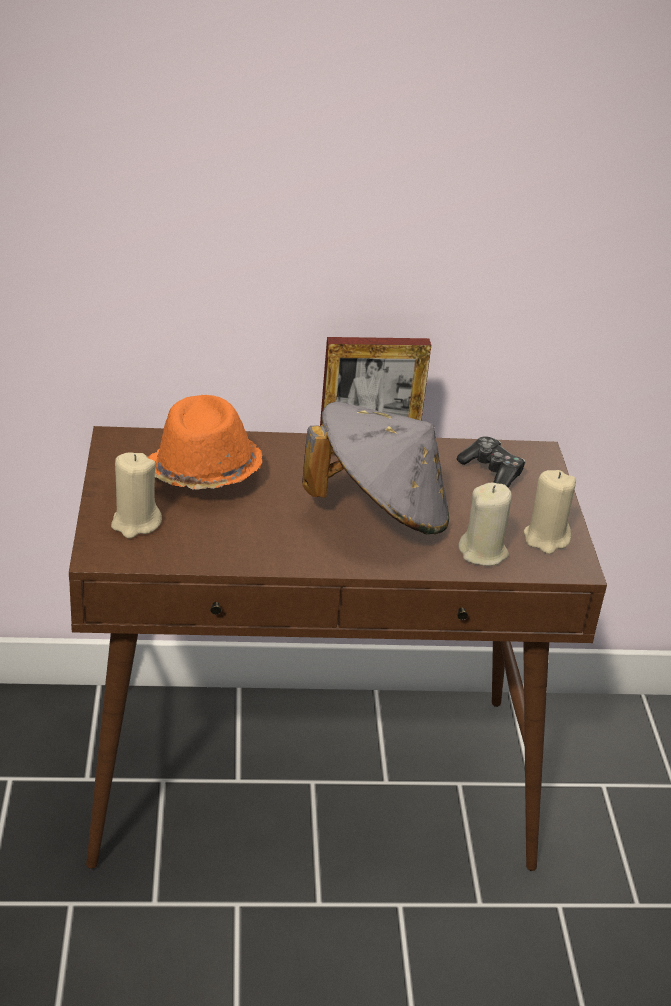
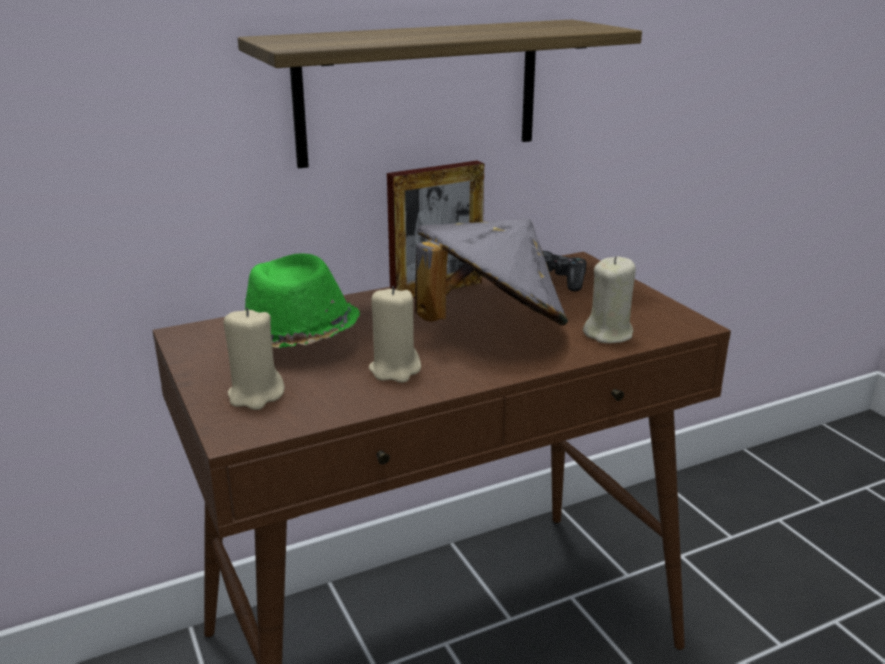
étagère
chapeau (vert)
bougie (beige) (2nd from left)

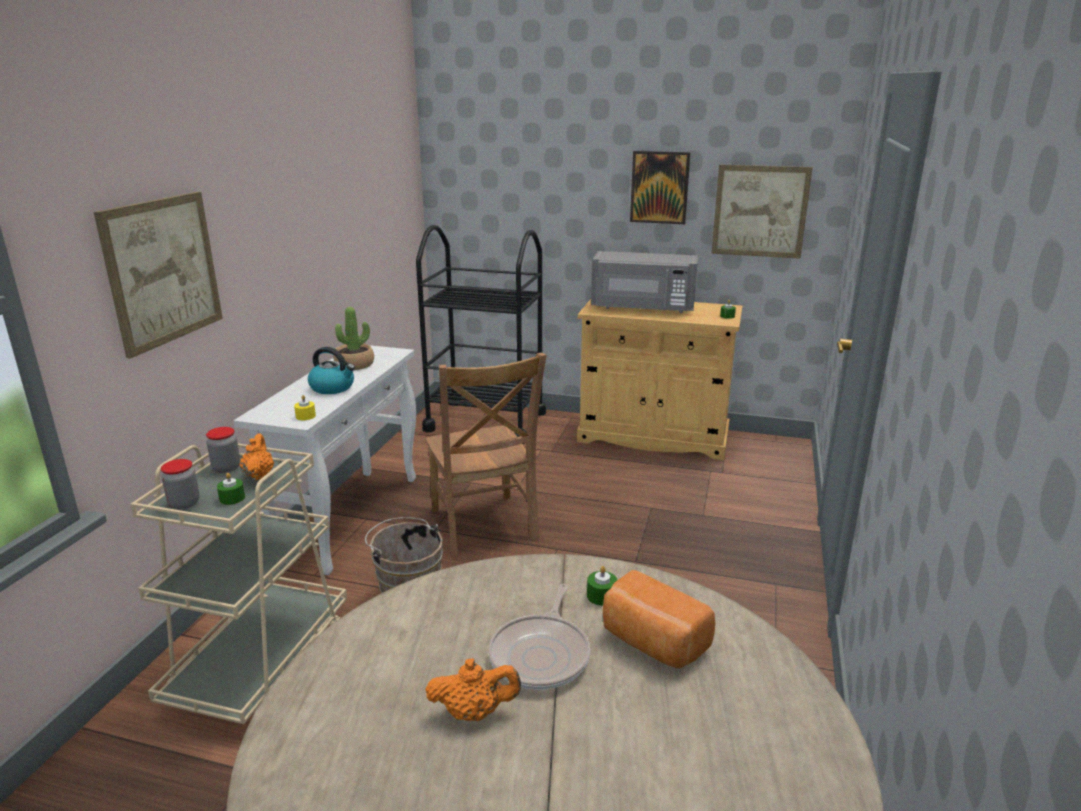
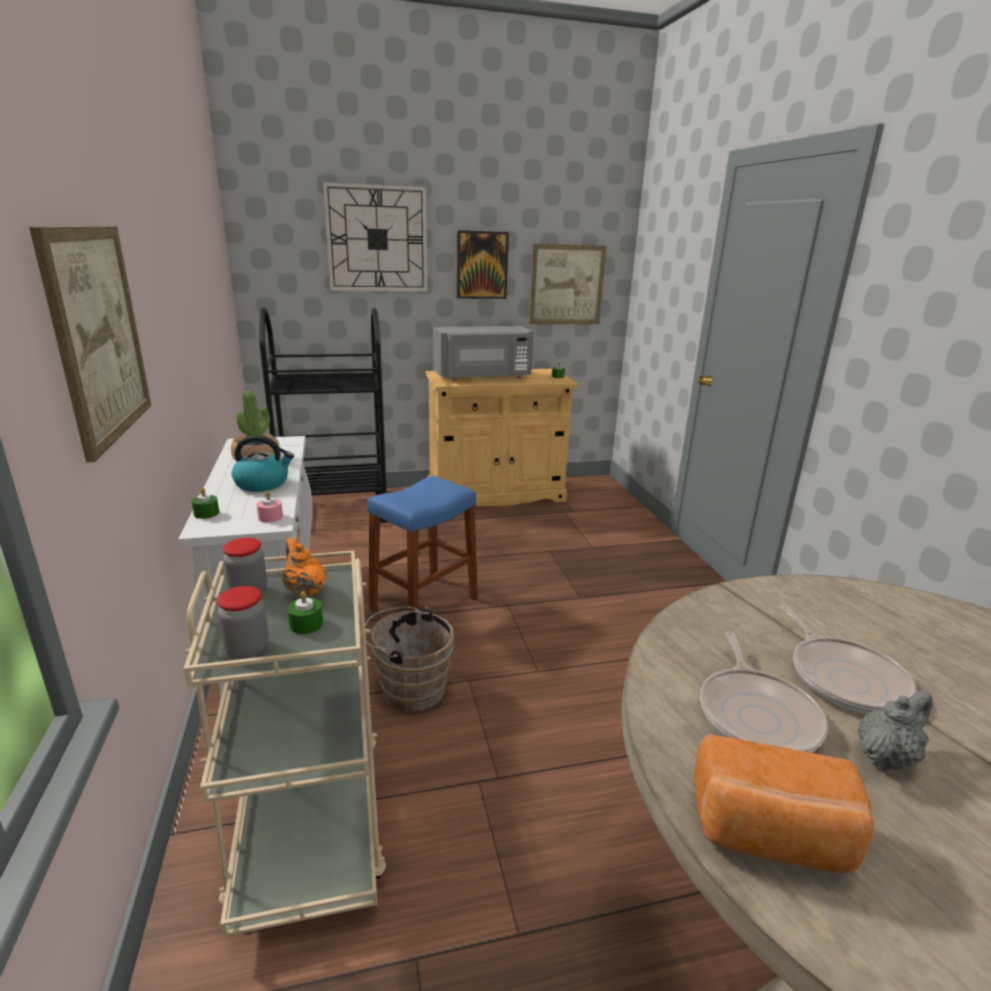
bougie (vert) (1st from left)
bougie (rose)
horloge murale
tabouret (bleu)
pain
poêle (1st from left)
théière (gris)

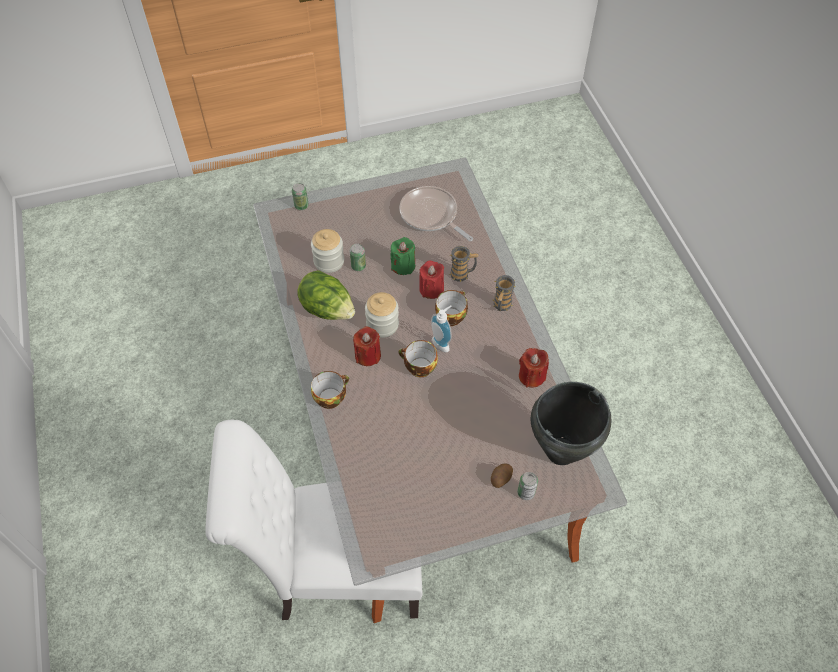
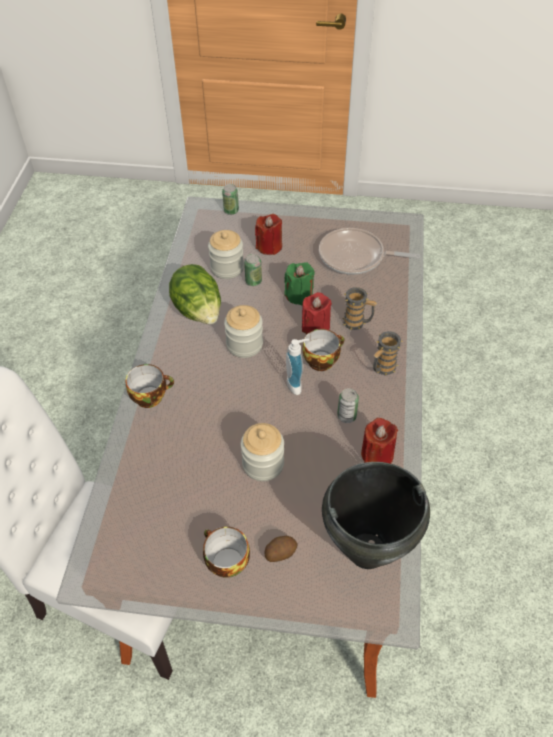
tasse (2nd from left)
bocal (3rd from left)
bougie (rouge) (1st from left)
poêle
boîte métallique (3rd from left)

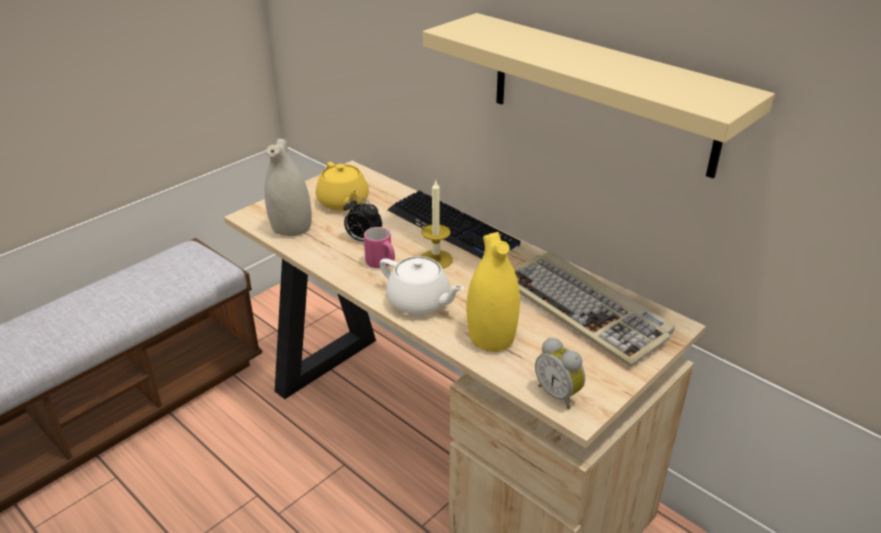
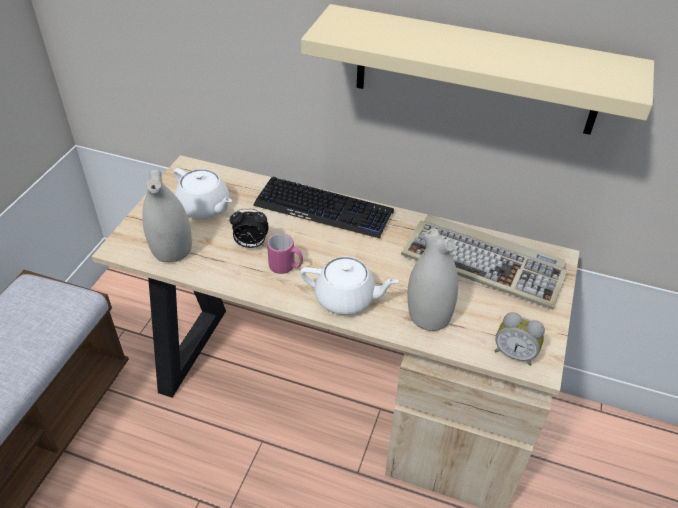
théière (blanc) (1st from left)
vase (blanc) (2nd from left)
bougie

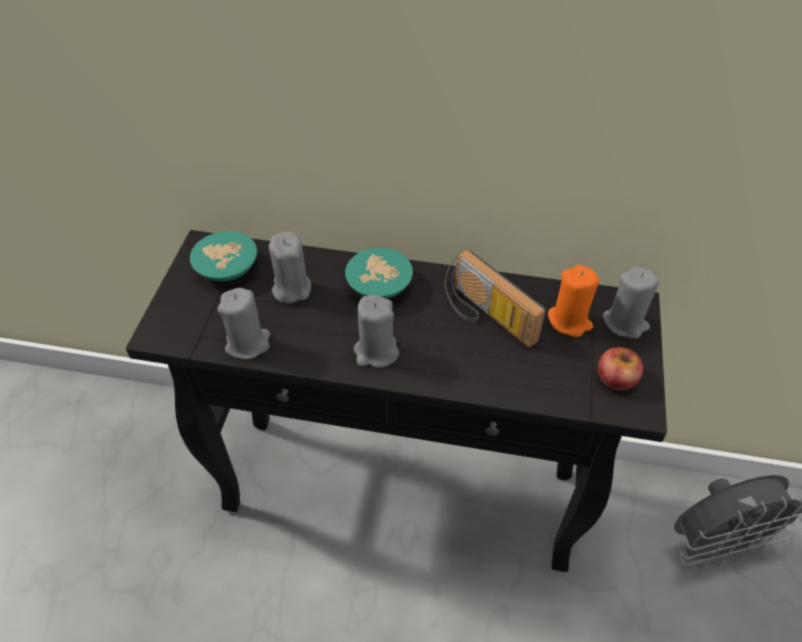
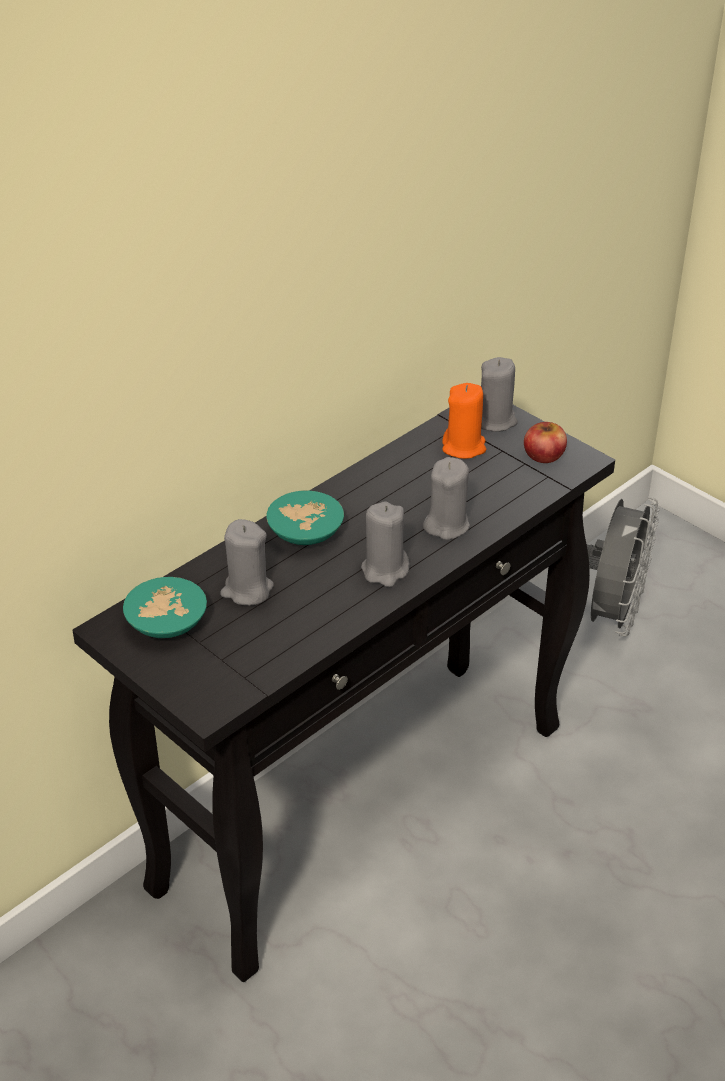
bougie (gris) (3rd from left)
radio

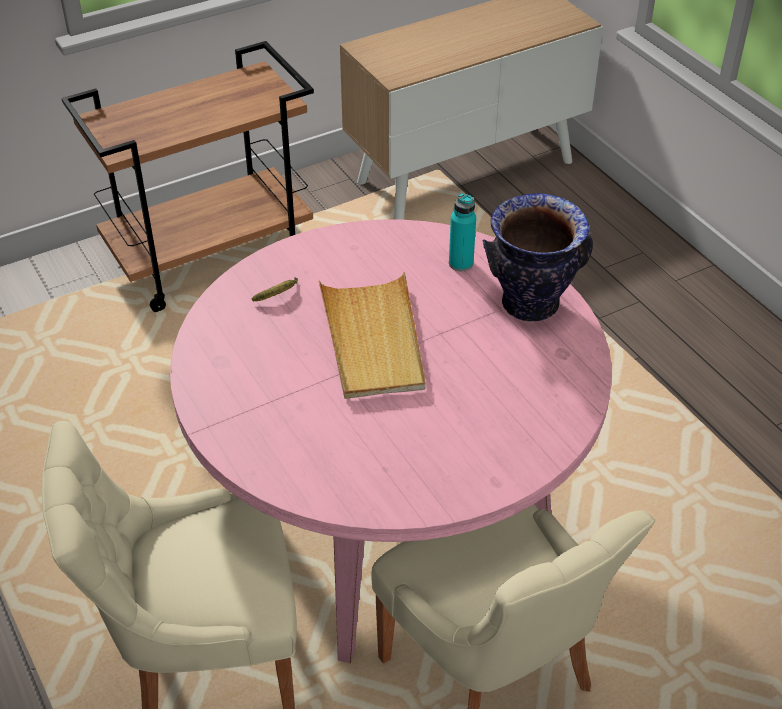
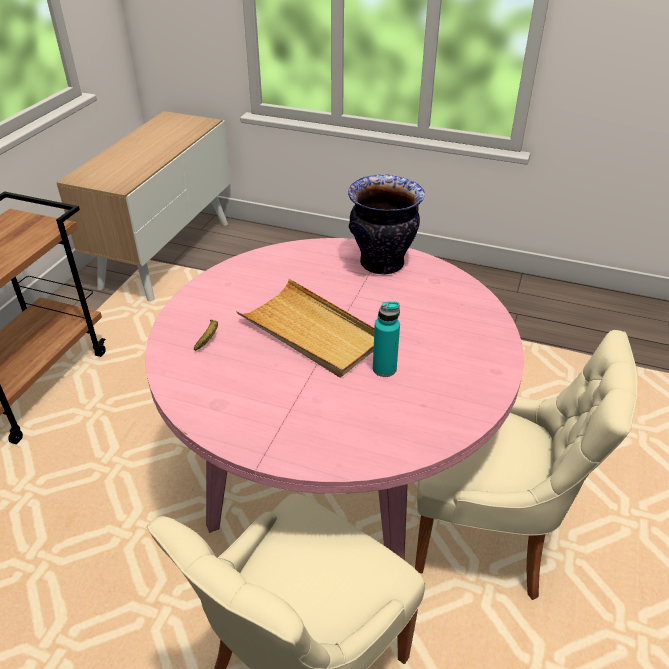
bouteille (turquoise)

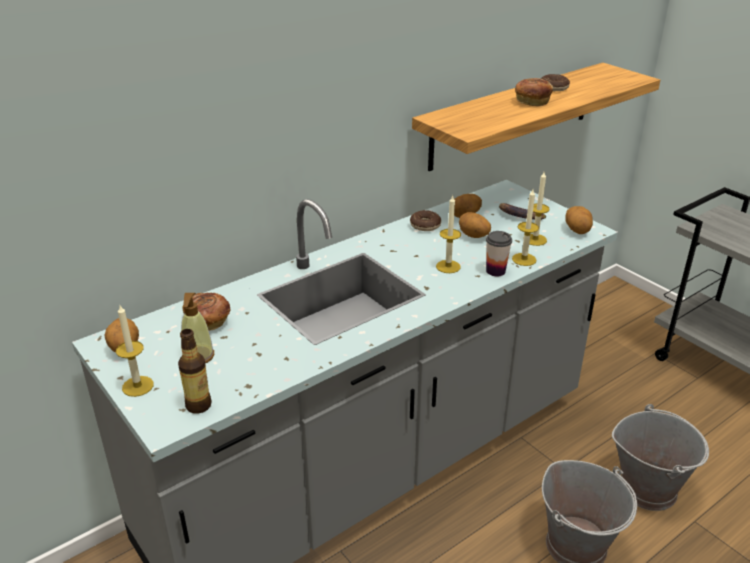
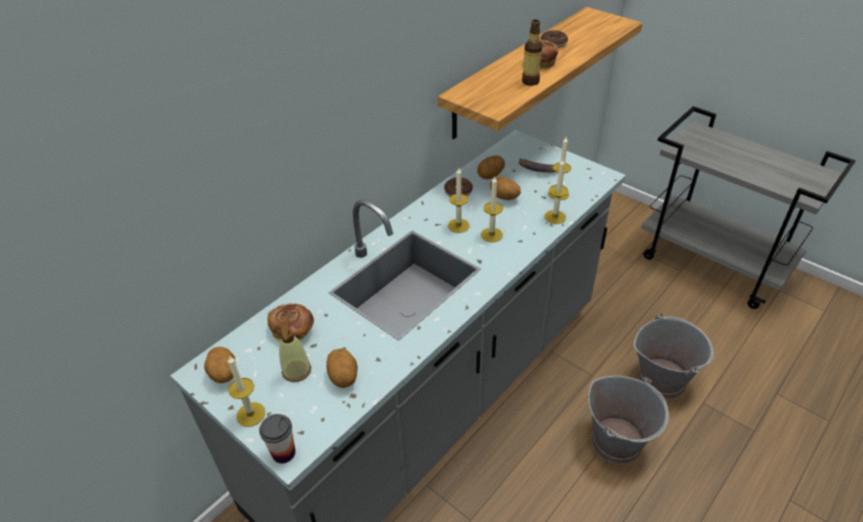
tasse
pomme de terre (2nd from left)
bougie (2nd from left)
bouteille

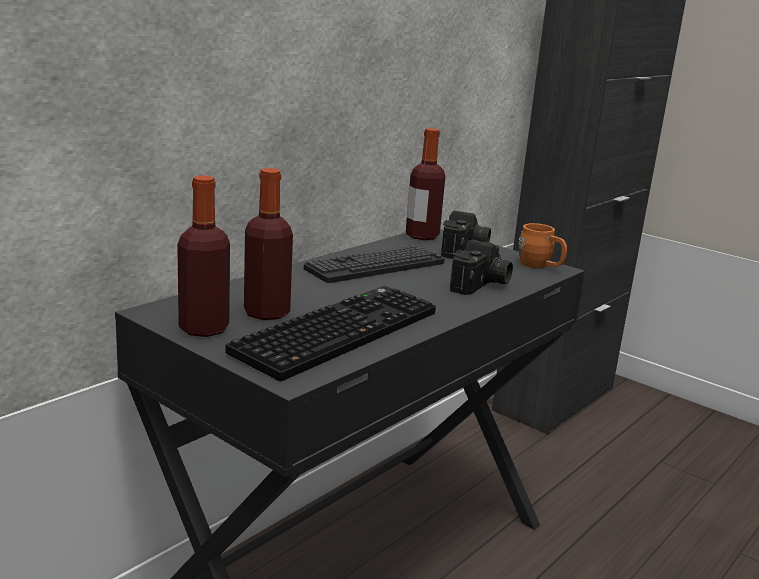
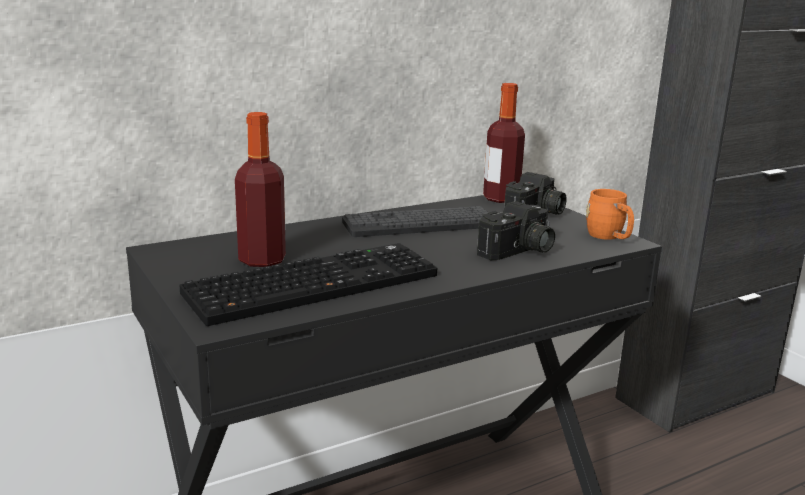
bouteille (1st from left in the first image)

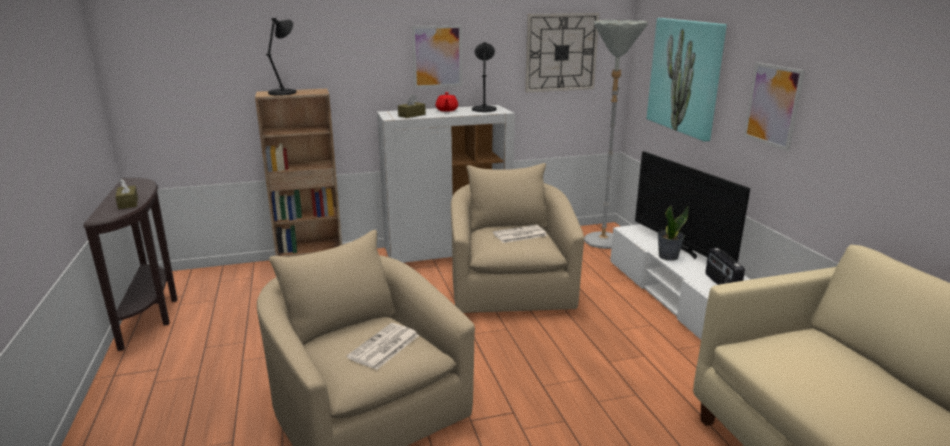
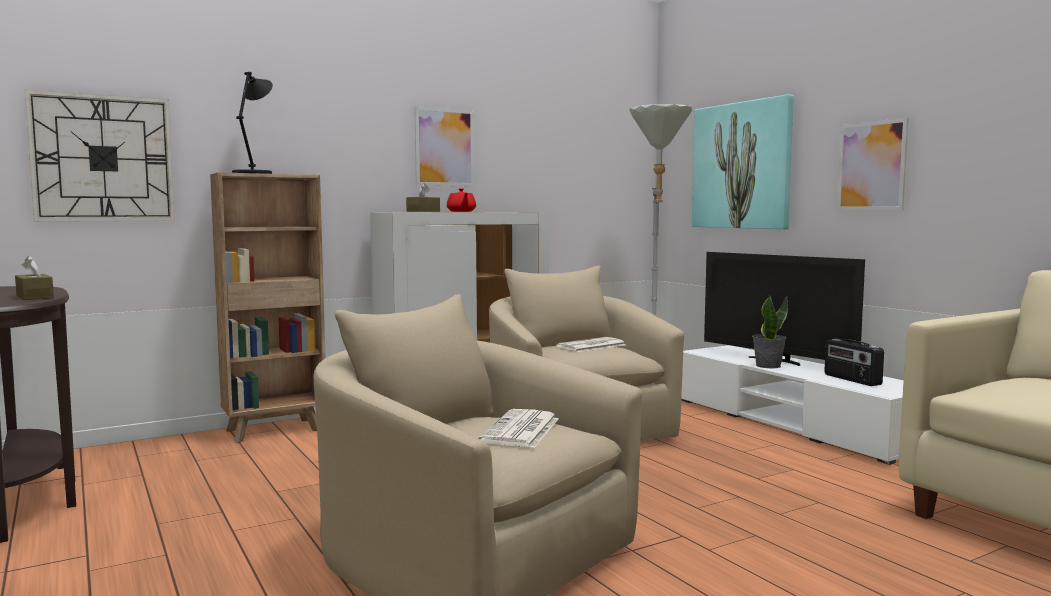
horloge murale
lampe de table (noir) (2nd from left in the first image)

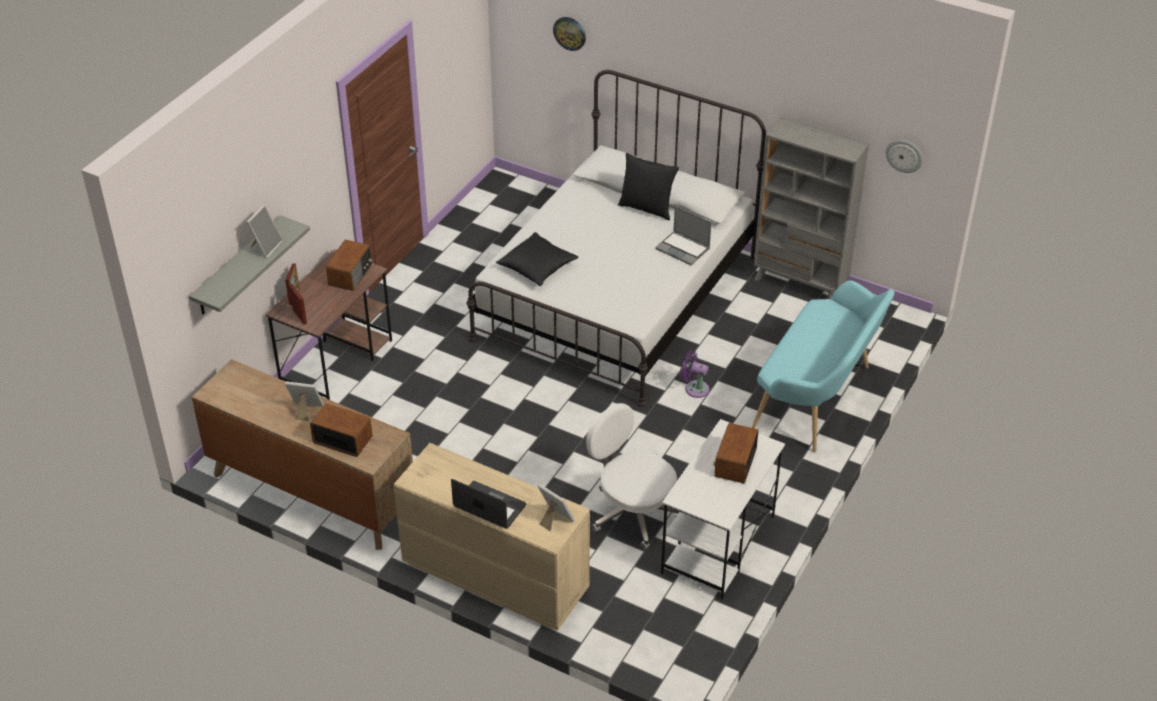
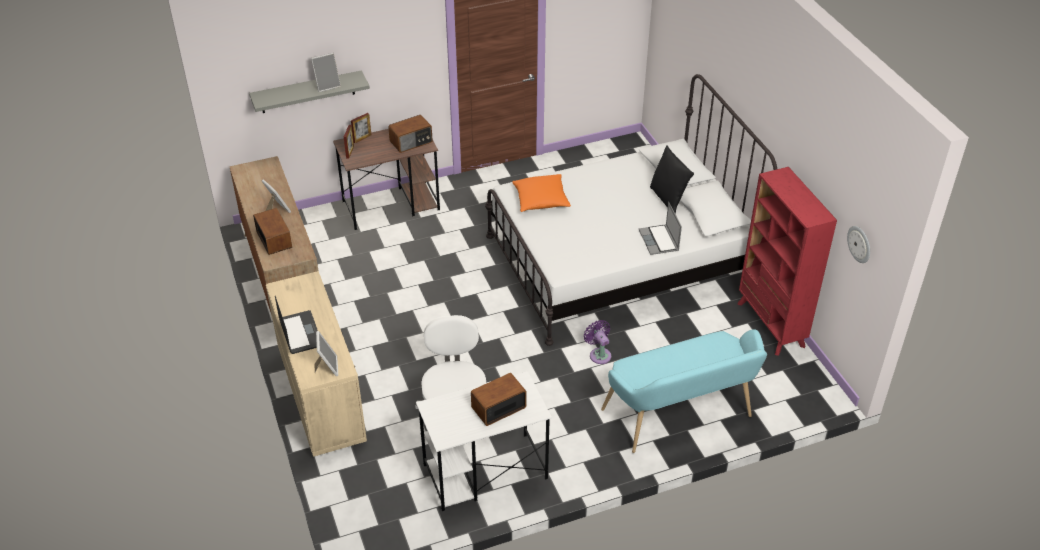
coussin (orange)
bibliothèque (rouge)
horloge murale (1st from left in the first image)

